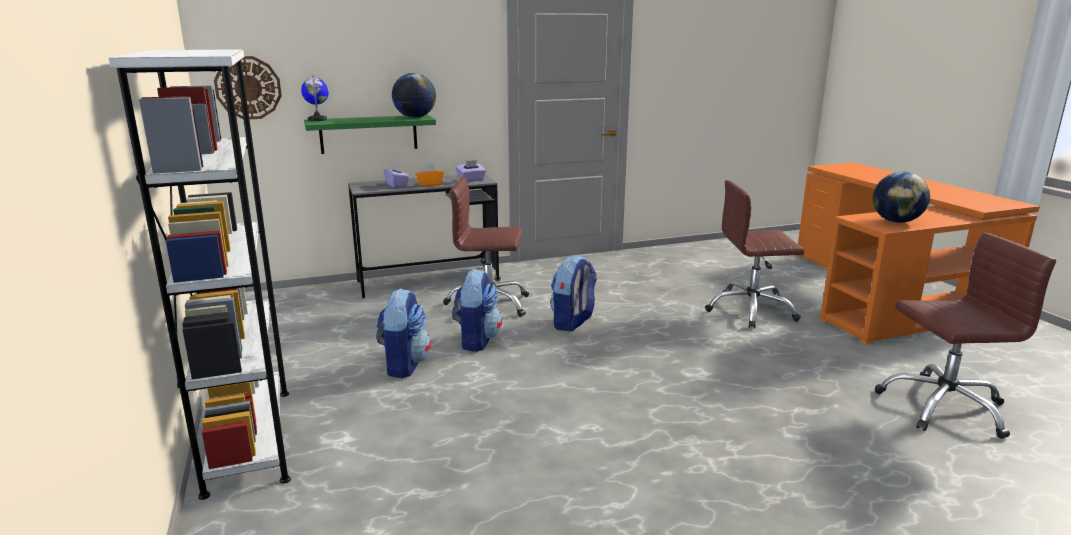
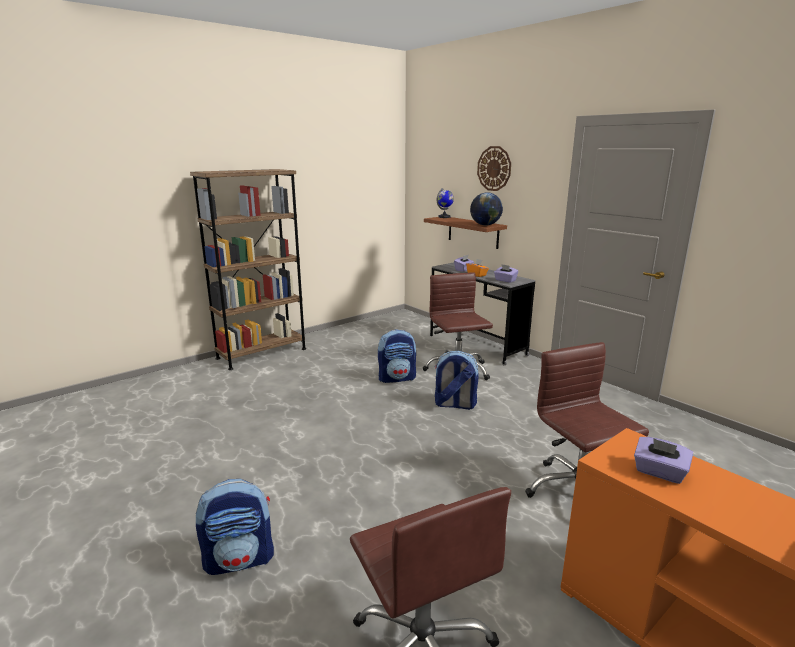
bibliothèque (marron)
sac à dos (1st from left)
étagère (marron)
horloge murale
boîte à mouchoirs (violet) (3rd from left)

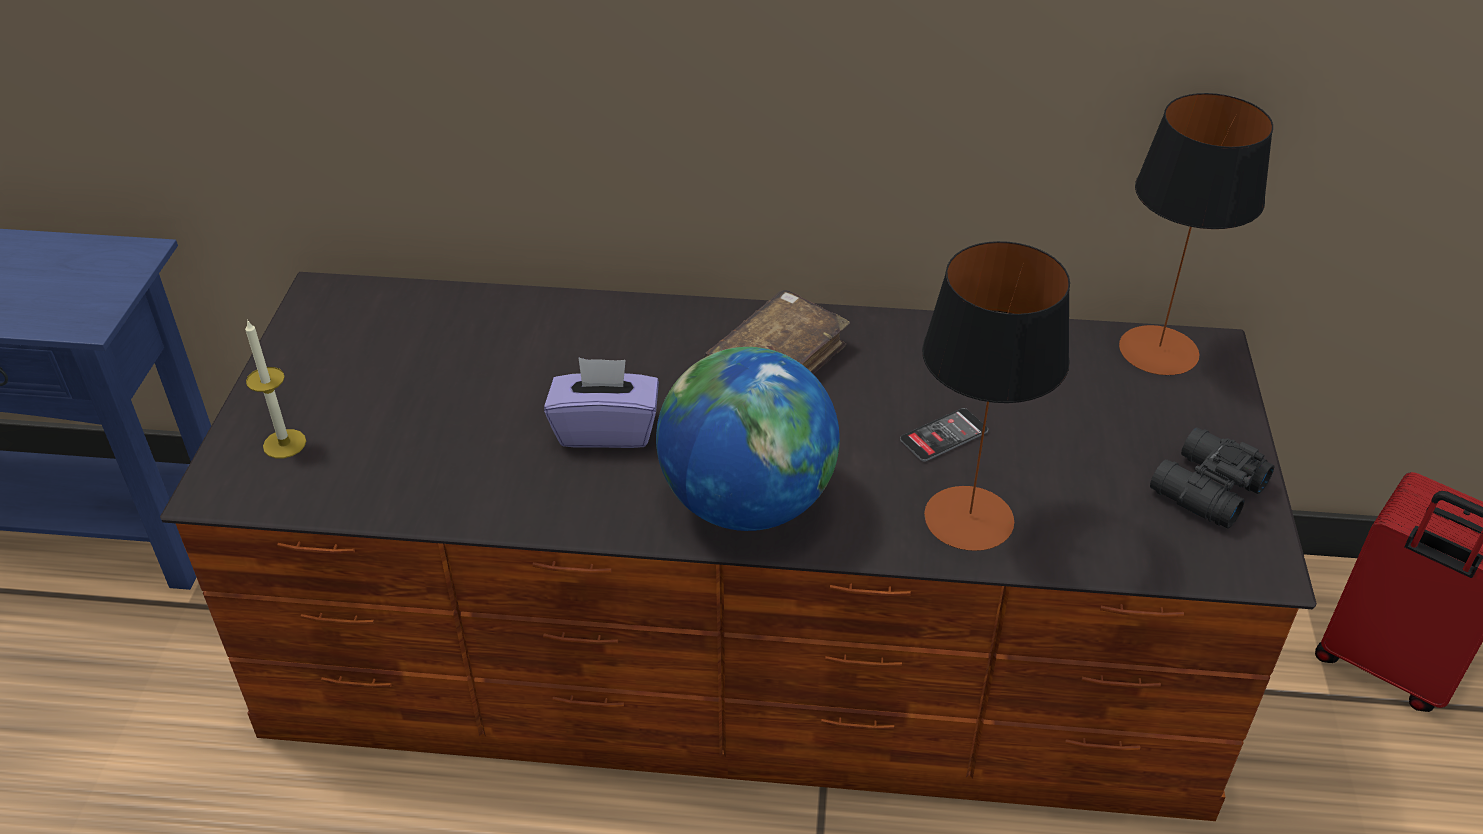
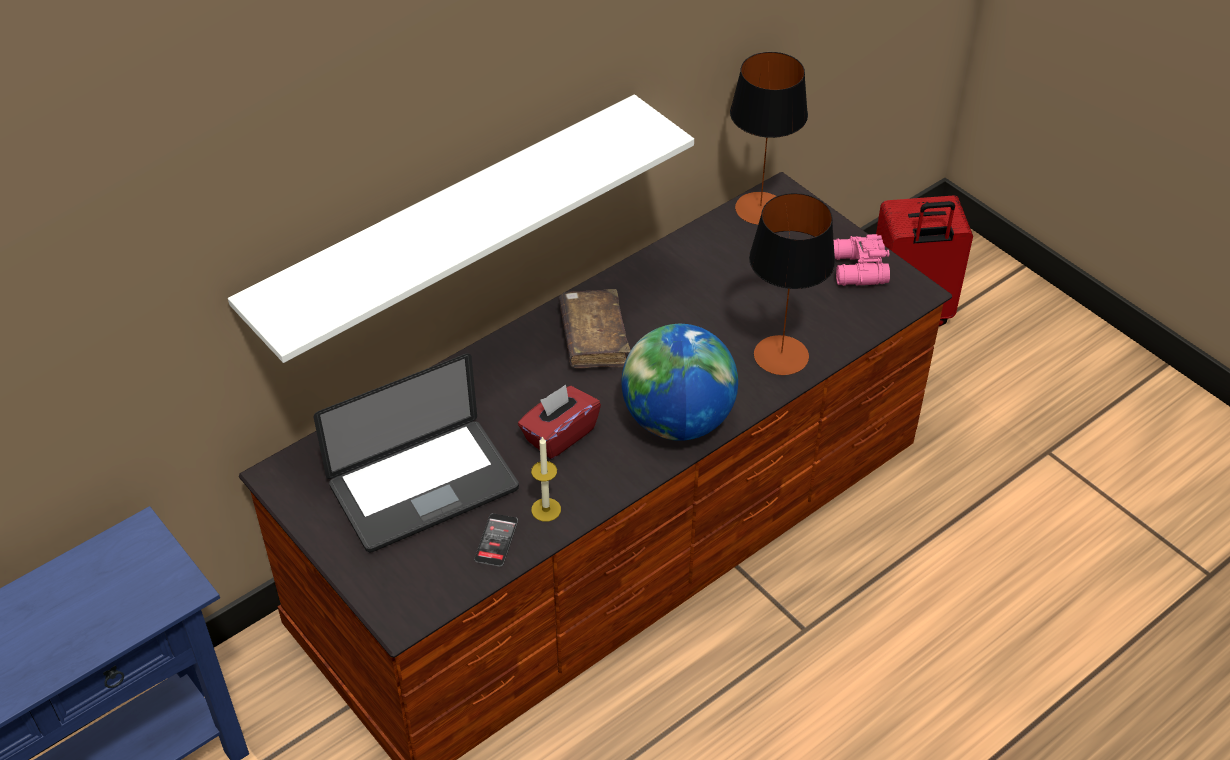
étagère (blanc)
ordinateur portable
téléphone
boîte à mouchoirs (rouge)
bougie
jumelles (rose)

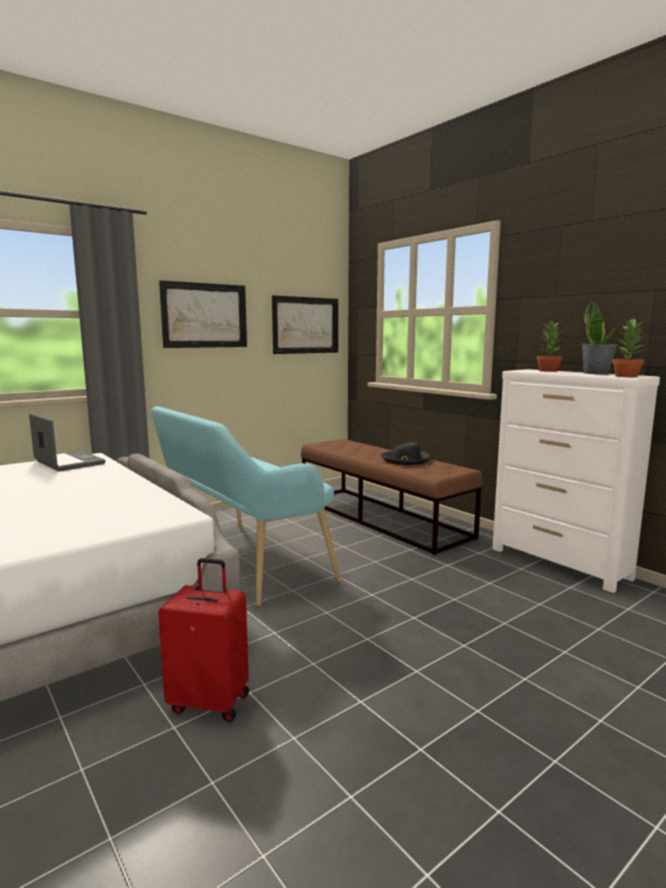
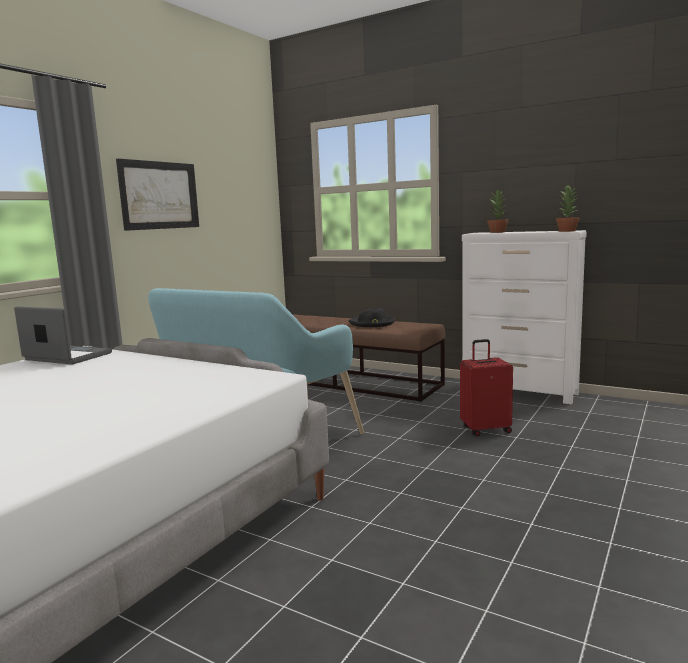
valise (rouge)
tableau (2nd from left in the first image)
plante en pot (2nd from left in the first image)

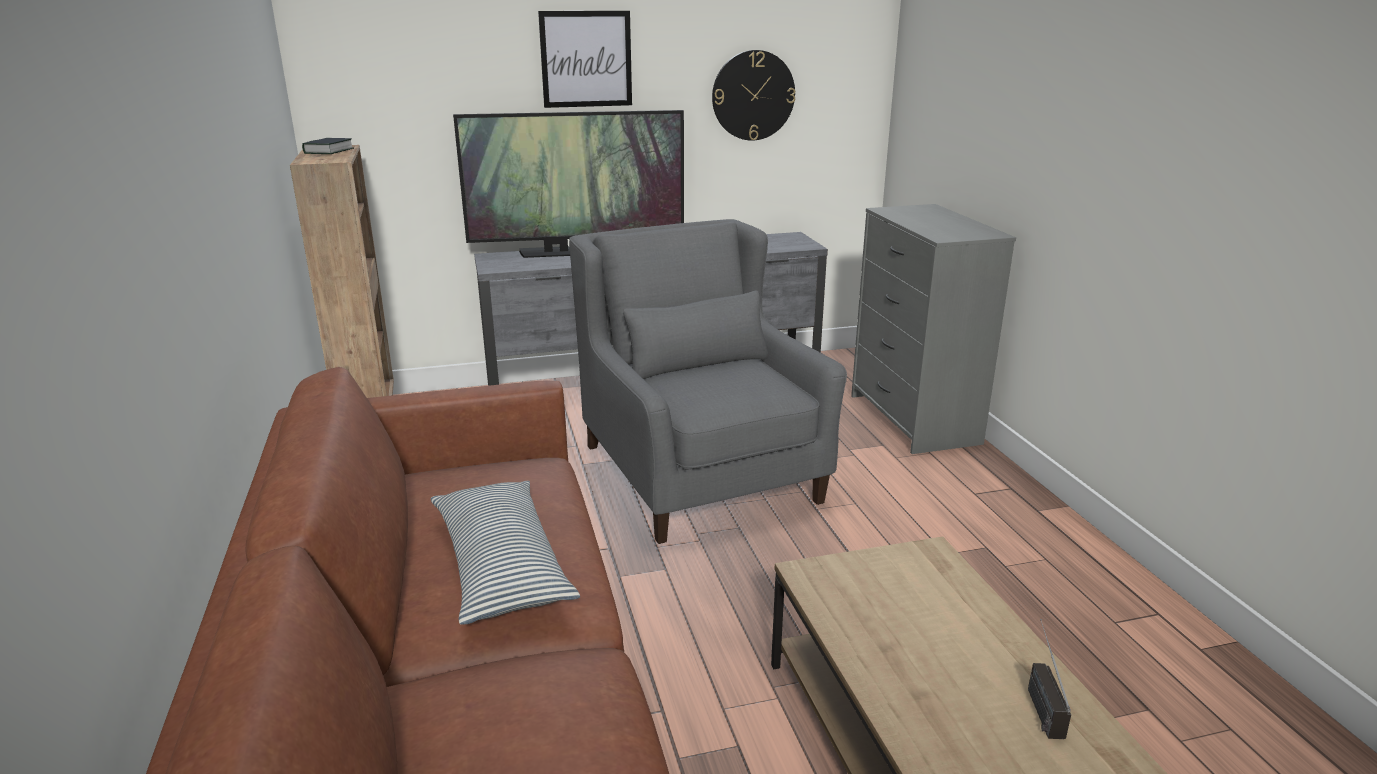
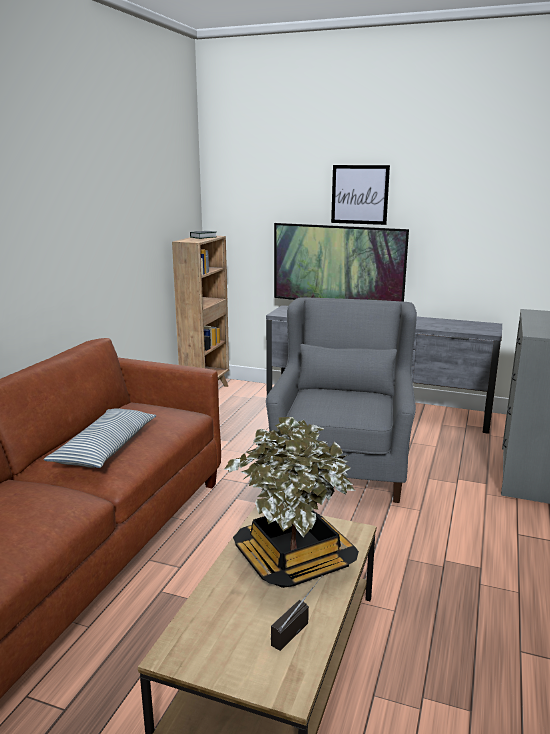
plante en pot
horloge murale

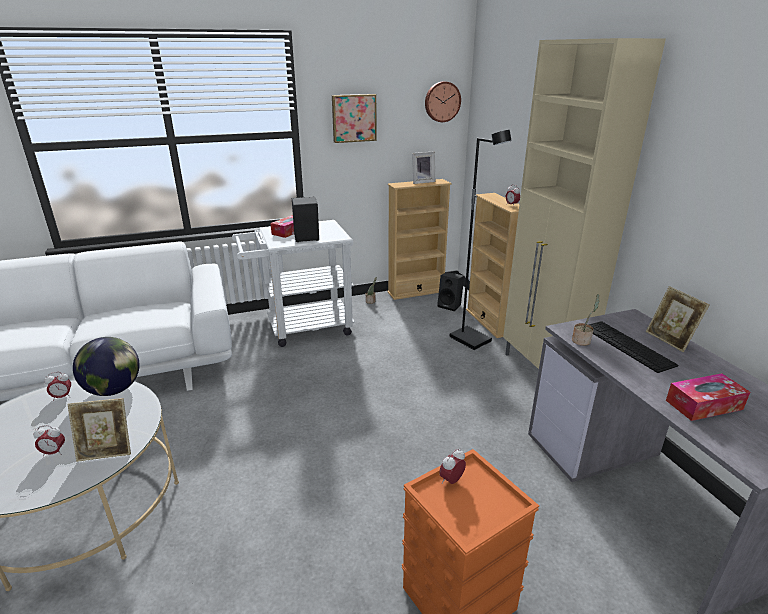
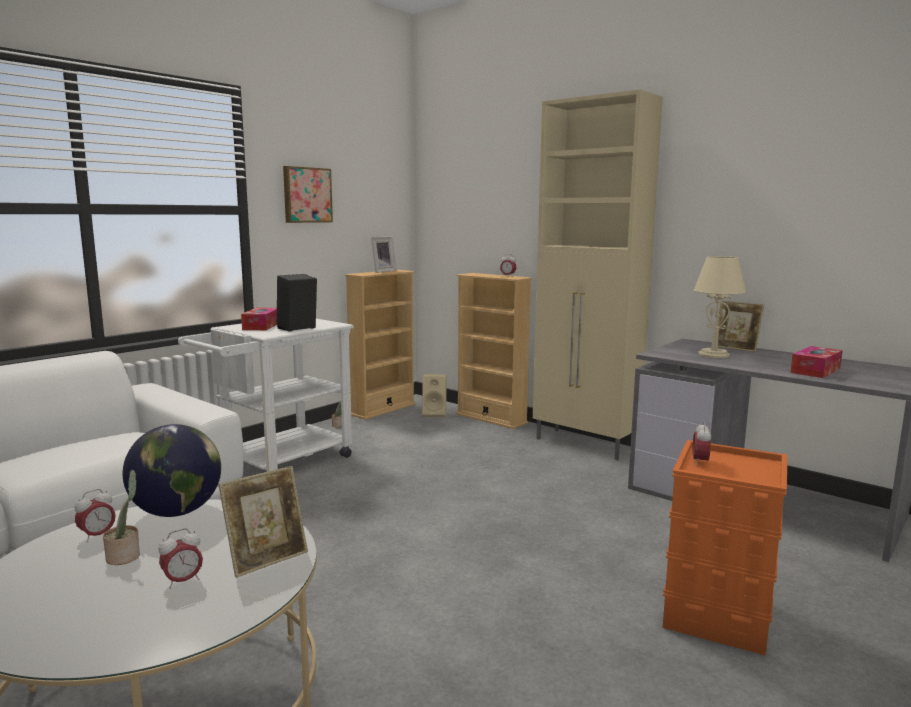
plante en pot (1st from left)
enceinte (beige)
lampe de table (beige)
horloge murale
lampadaire (noir)

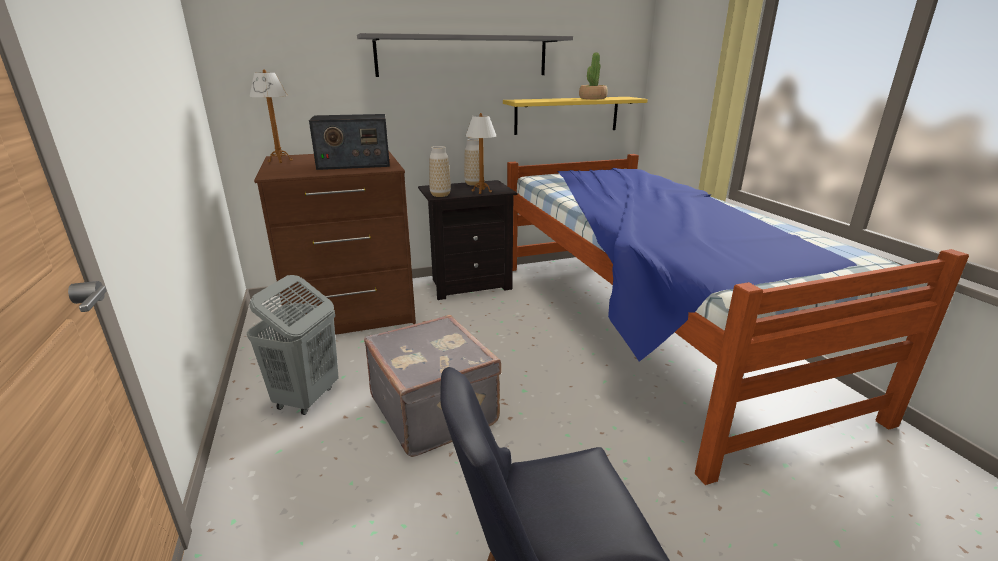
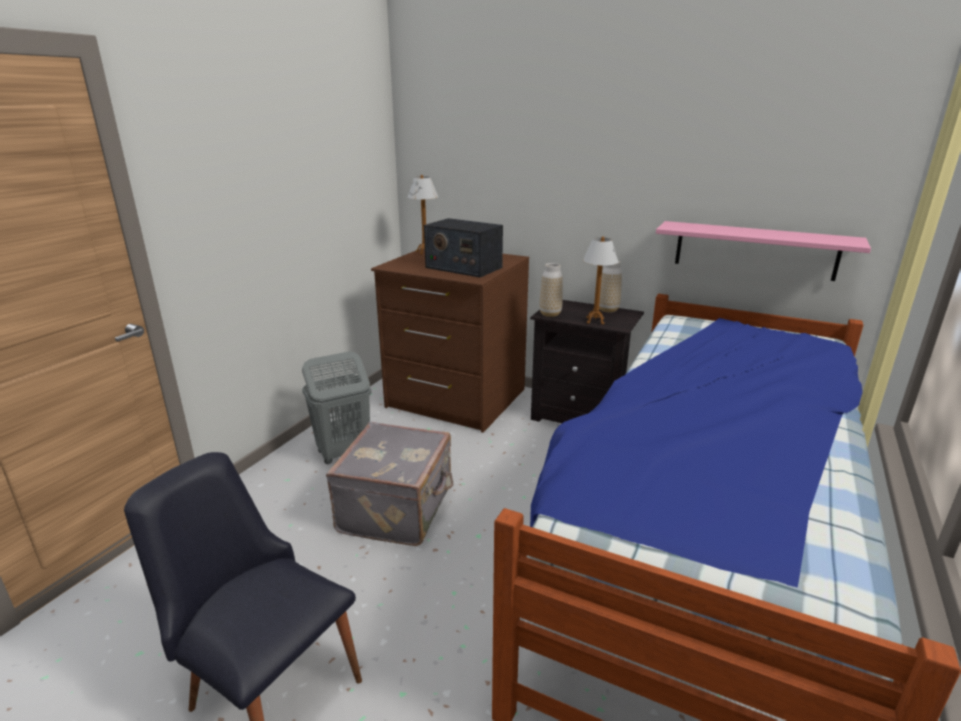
étagère (rose)
étagère (gris)
plante en pot

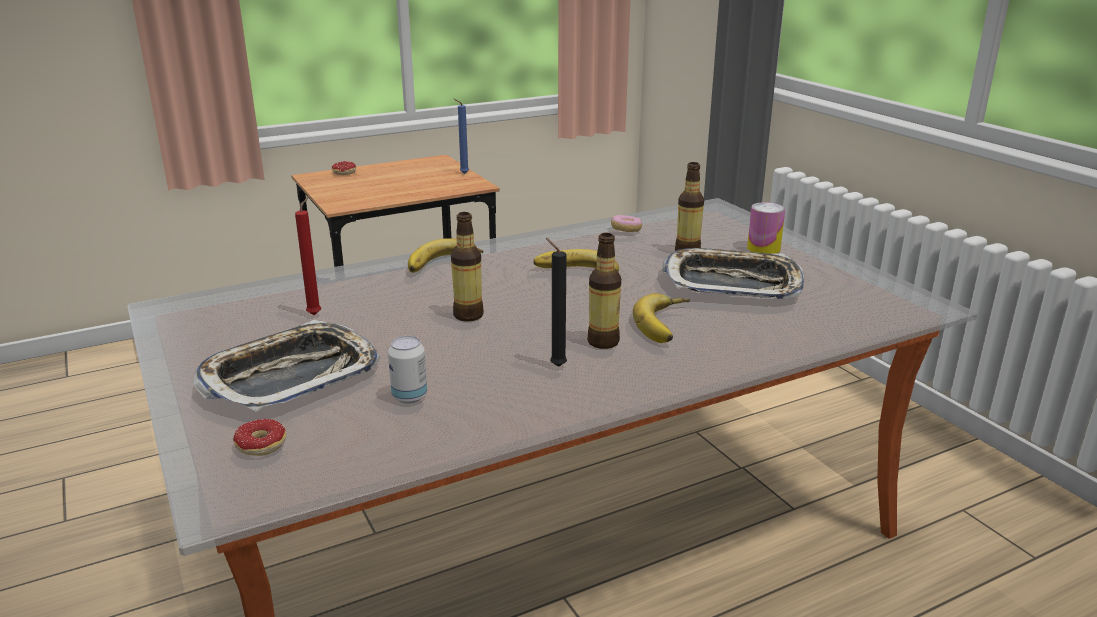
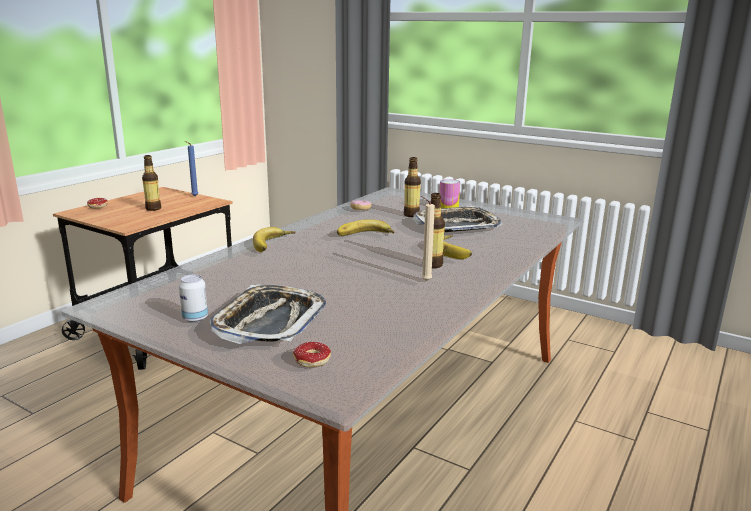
bouteille (1st from left)
boîte métallique (1st from left)
bougie (beige)
bougie (rouge)

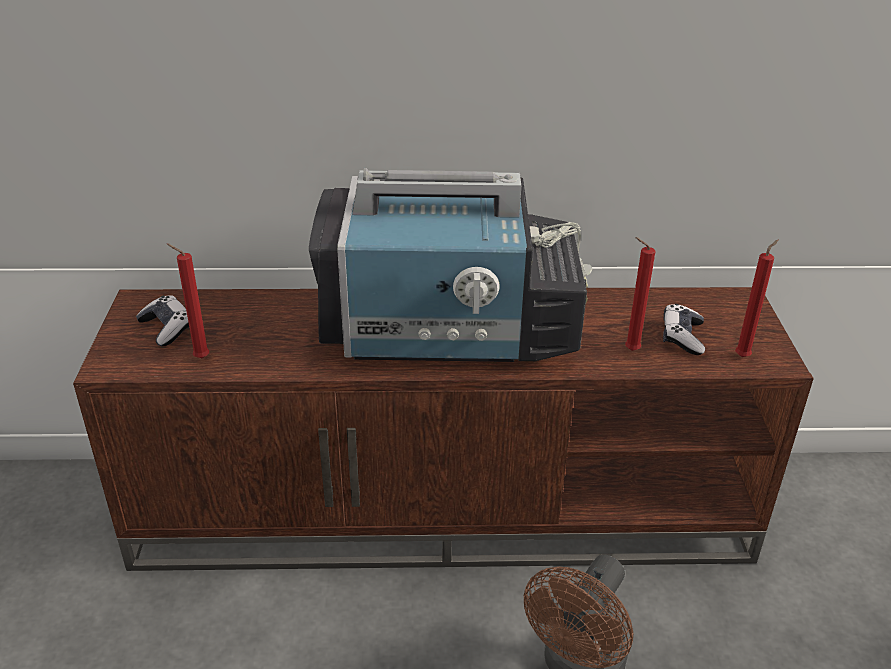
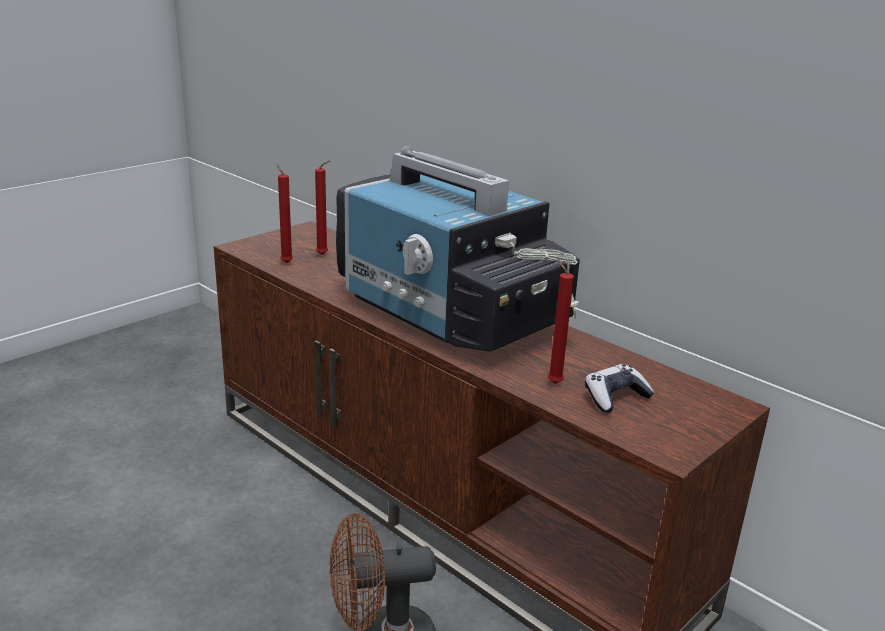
bougie (rouge) (2nd from left)
manette (1st from left in the first image)

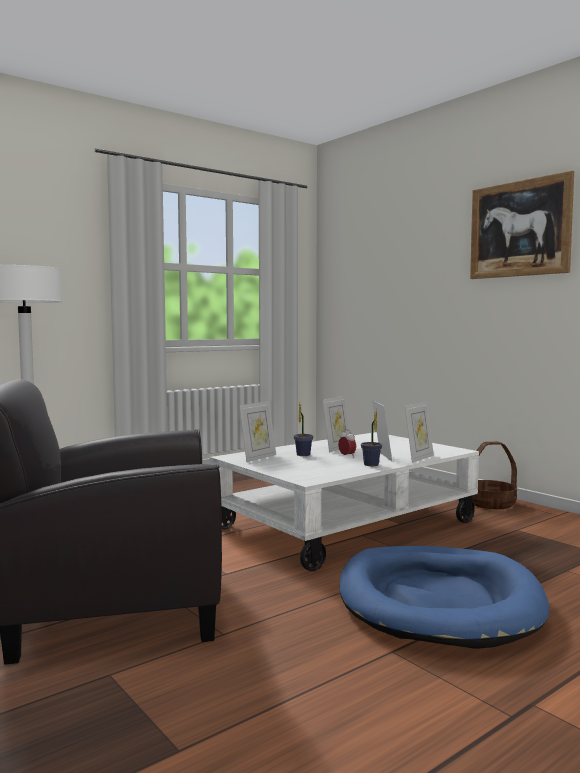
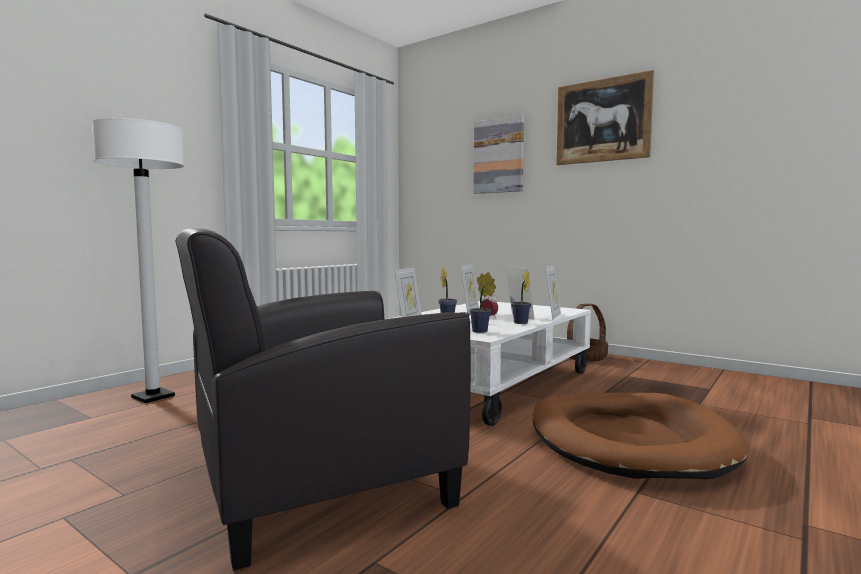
plante en pot (2nd from left)
tableau (1st from left)
panier pour chien (marron)

